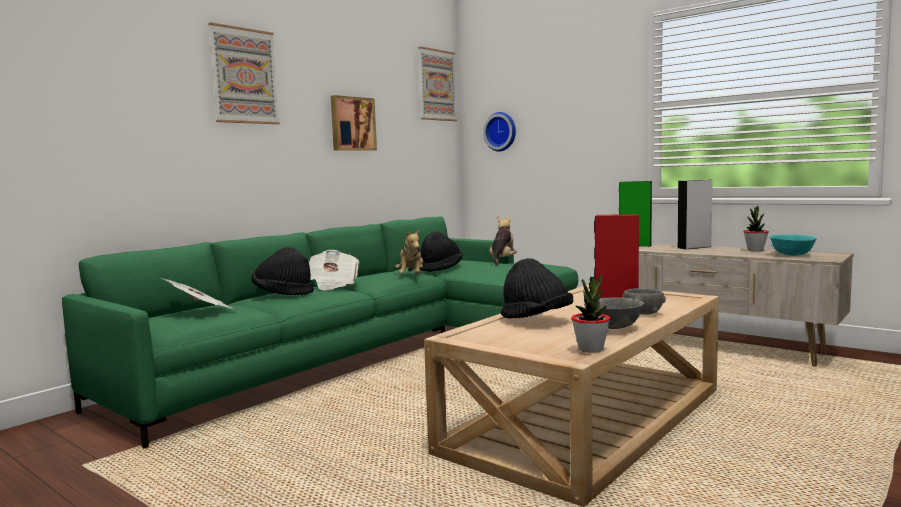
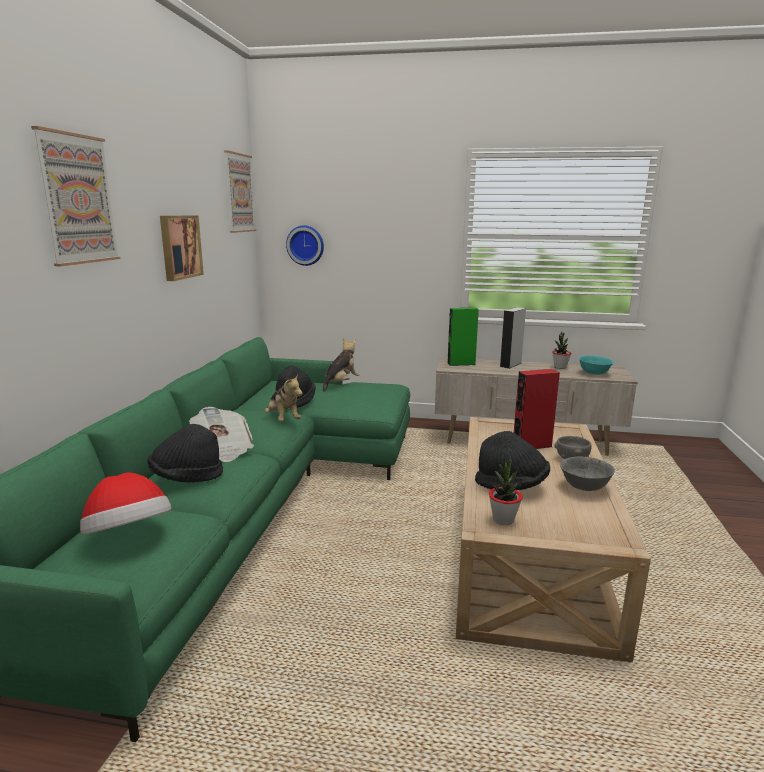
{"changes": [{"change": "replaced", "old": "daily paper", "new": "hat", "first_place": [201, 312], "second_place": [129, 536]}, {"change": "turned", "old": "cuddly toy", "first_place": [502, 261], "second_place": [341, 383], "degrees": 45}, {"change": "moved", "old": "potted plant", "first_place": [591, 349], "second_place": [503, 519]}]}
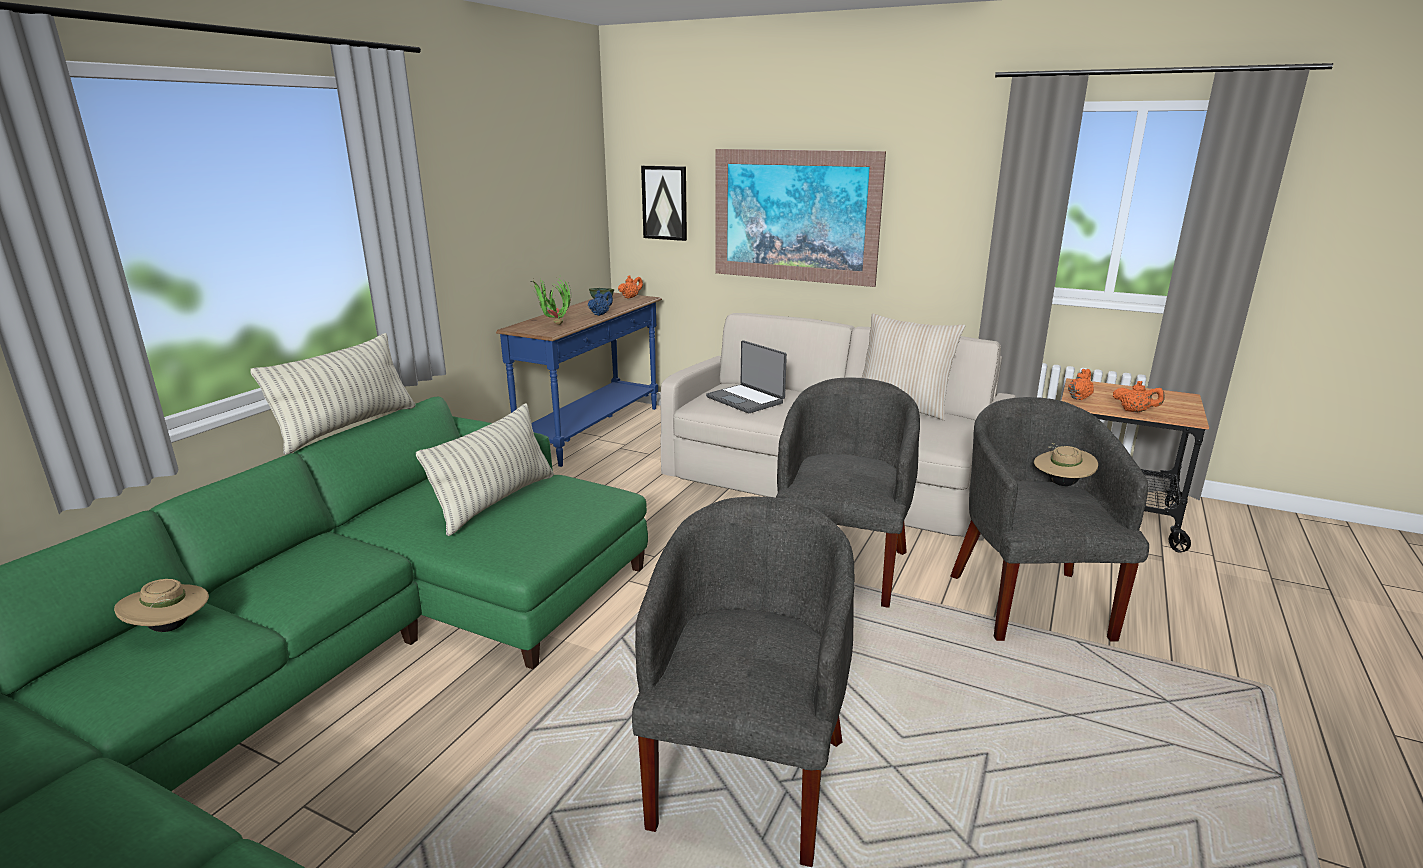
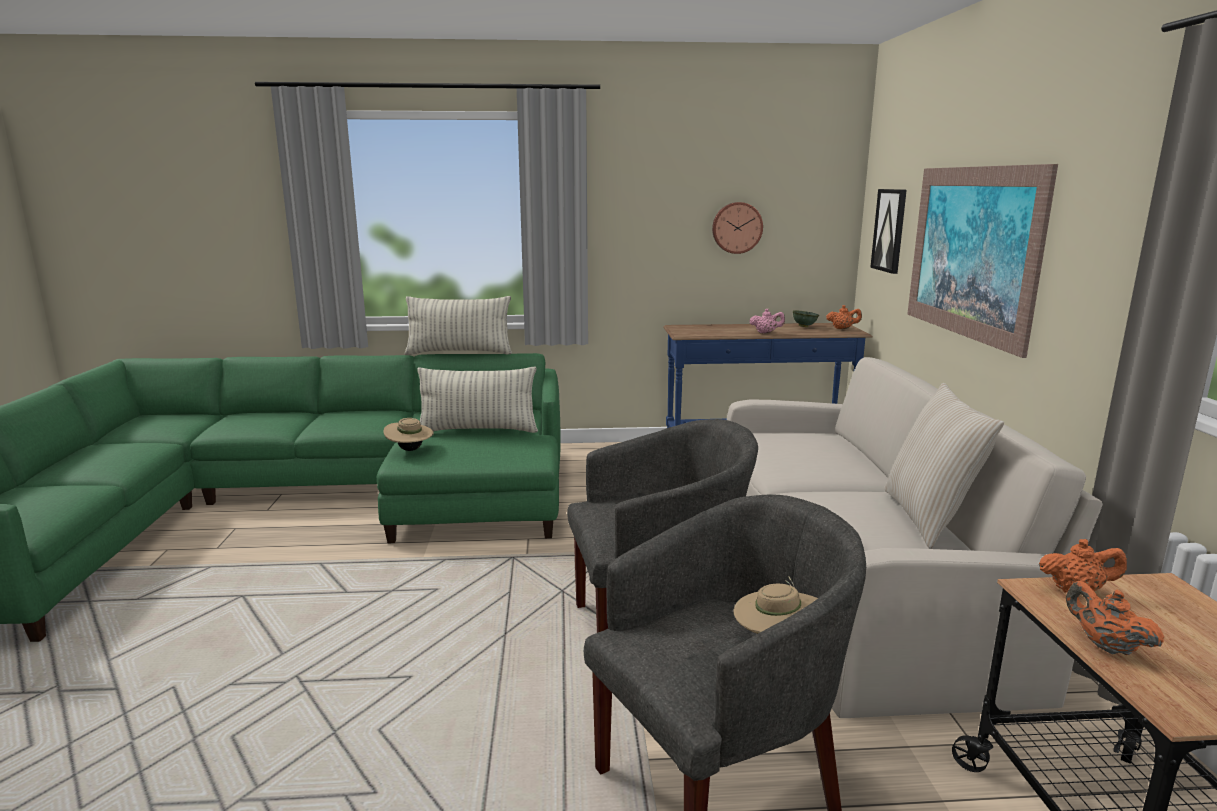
{"changes": [{"change": "moved", "old": "beige hat", "first_place": [171, 628], "second_place": [410, 450]}, {"change": "added", "new": "clock on the wall", "second_place": [736, 227]}, {"change": "recoloured", "old": "blue-coloured teapot", "new": "pinkish teapot", "first_place": [600, 314], "second_place": [766, 333]}, {"change": "turned", "old": "orangey teapot", "first_place": [1135, 411], "second_place": [1105, 646], "degrees": 150}, {"change": "removed", "old": "potted plant", "first_place": [553, 325]}, {"change": "removed", "old": "gray lounge chair", "first_place": [747, 774]}, {"change": "removed", "old": "portable computer", "first_place": [746, 400]}]}
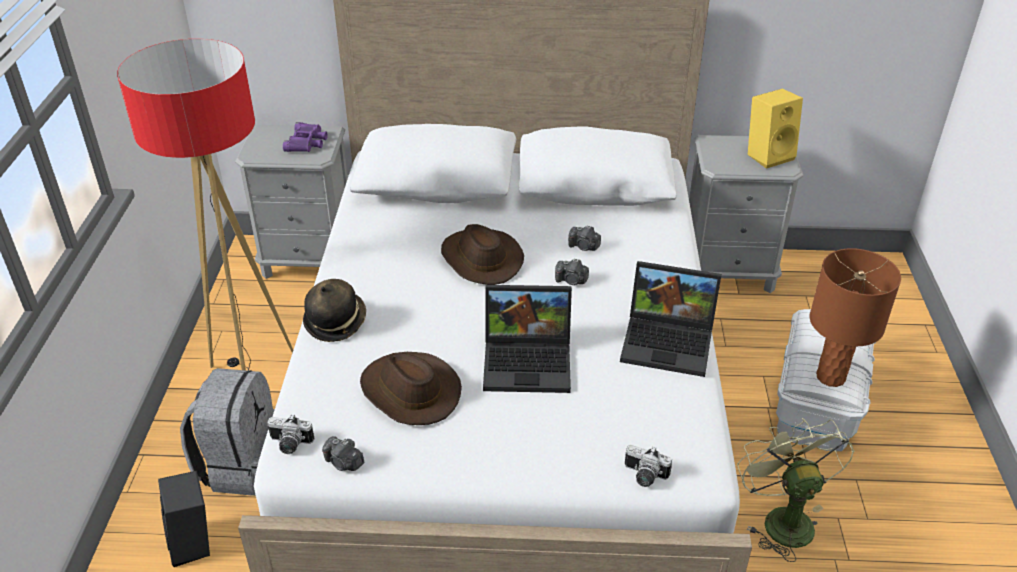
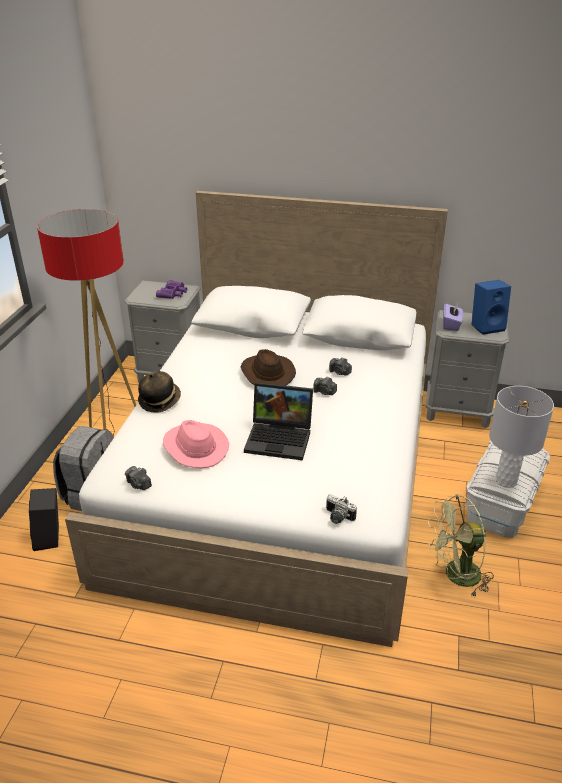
{"changes": [{"change": "recoloured", "old": "brown hat", "new": "pinkish hat", "first_place": [409, 392], "second_place": [194, 447]}, {"change": "turned", "old": "green cooling fan", "first_place": [782, 518], "second_place": [455, 576], "degrees": -105}, {"change": "added", "new": "purple tissue holder", "second_place": [451, 325]}, {"change": "recoloured", "old": "yellow-coloured speaker", "new": "blue-coloured speaker", "first_place": [769, 155], "second_place": [487, 326]}, {"change": "recoloured", "old": "brown table lamp", "new": "gray table lamp", "first_place": [830, 376], "second_place": [506, 480]}, {"change": "removed", "old": "still camera", "first_place": [289, 444]}, {"change": "removed", "old": "portable computer", "first_place": [670, 342]}]}
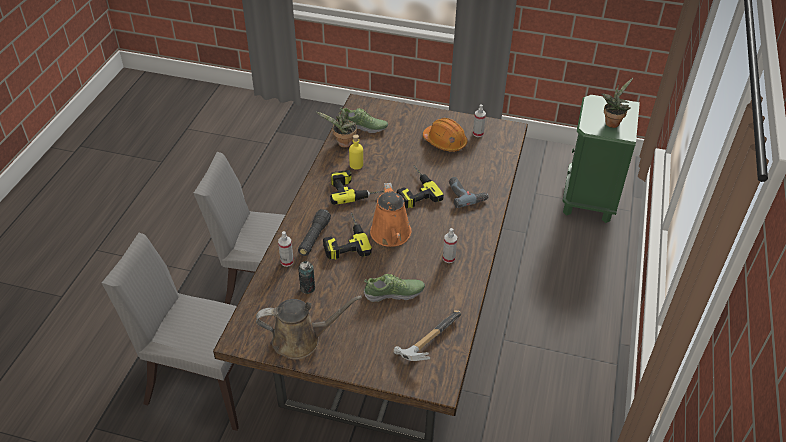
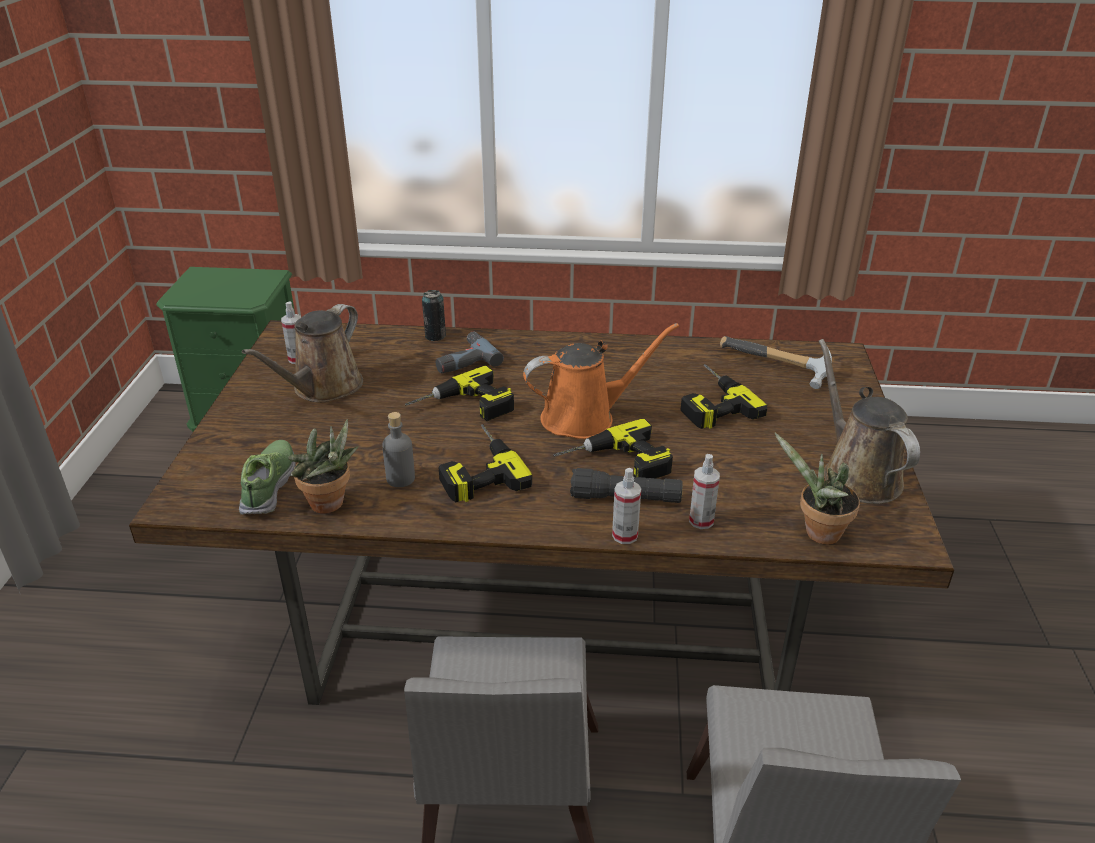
{"changes": [{"change": "replaced", "old": "orangey safety helmet", "new": "brown sprinkling can", "first_place": [445, 142], "second_place": [323, 388]}, {"change": "recoloured", "old": "yellow-coloured beverage bottle", "new": "gray beverage bottle", "first_place": [356, 165], "second_place": [400, 478]}, {"change": "moved", "old": "metal can", "first_place": [307, 288], "second_place": [435, 336]}, {"change": "moved", "old": "spray bottle", "first_place": [449, 258], "second_place": [625, 535]}, {"change": "replaced", "old": "item of footwear", "new": "drill", "first_place": [394, 293], "second_place": [709, 402]}, {"change": "moved", "old": "potted plant", "first_place": [612, 122], "second_place": [817, 533]}]}
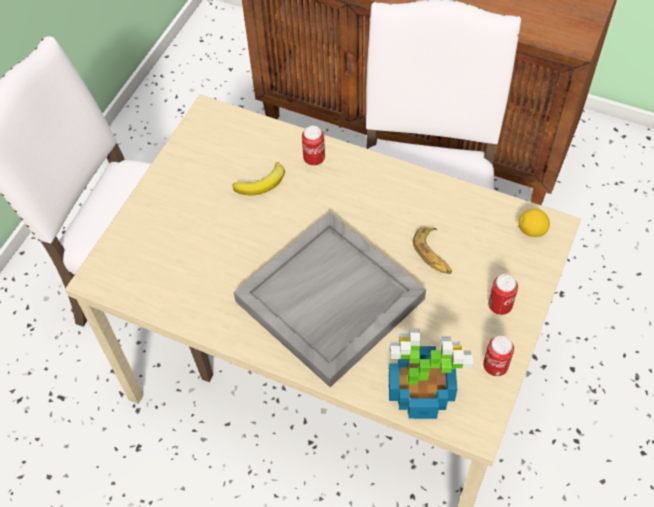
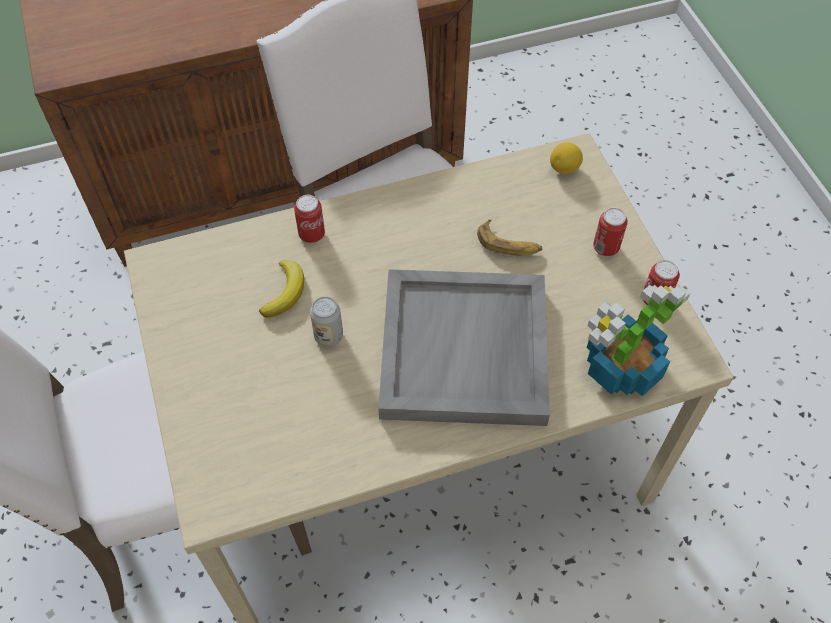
{"changes": [{"change": "added", "new": "metal can", "second_place": [328, 336]}]}
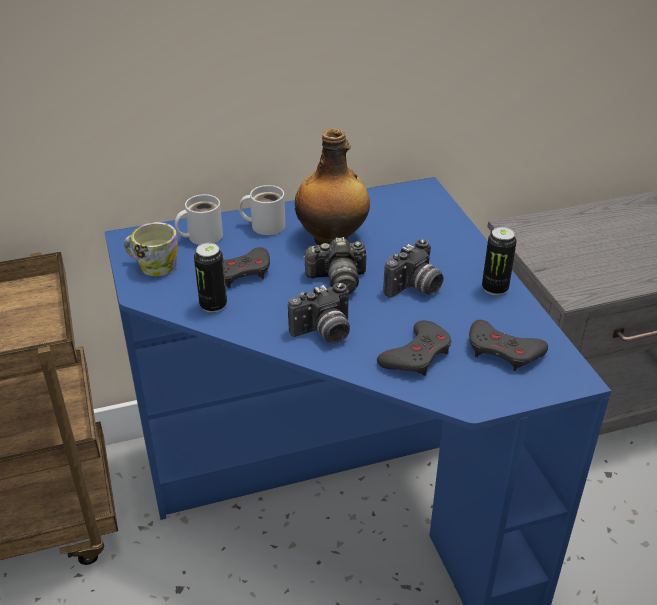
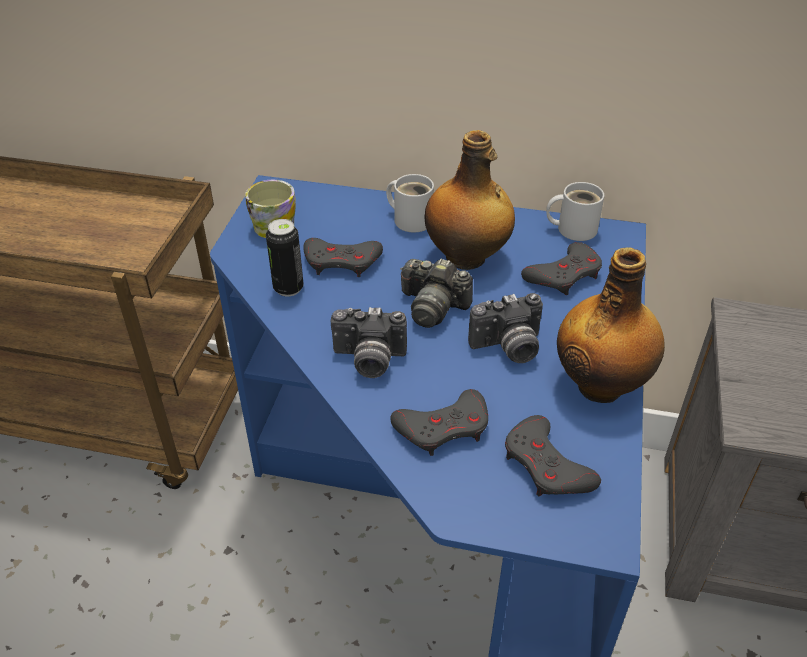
{"changes": [{"change": "added", "new": "gray game controller", "second_place": [564, 275]}, {"change": "moved", "old": "white mug", "first_place": [201, 236], "second_place": [573, 228]}, {"change": "replaced", "old": "metal can", "new": "beverage bottle", "first_place": [495, 288], "second_place": [601, 385]}]}
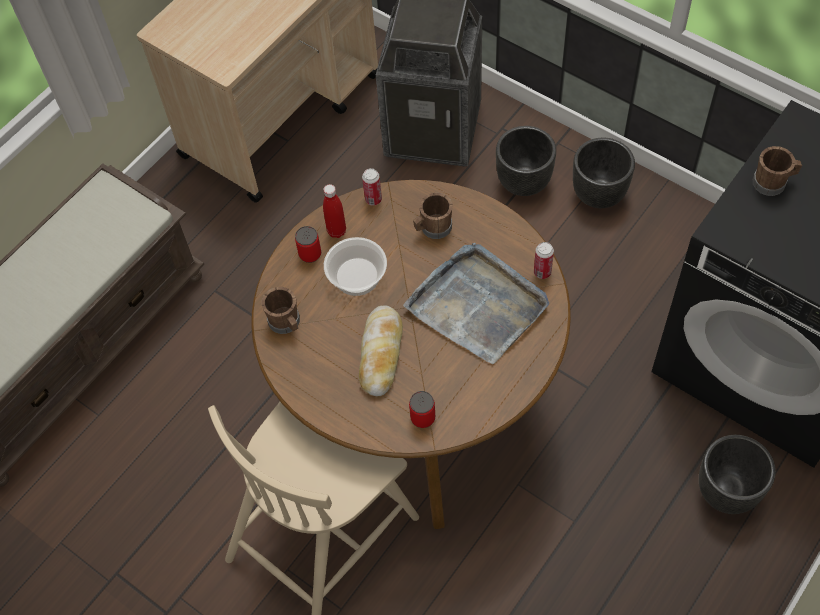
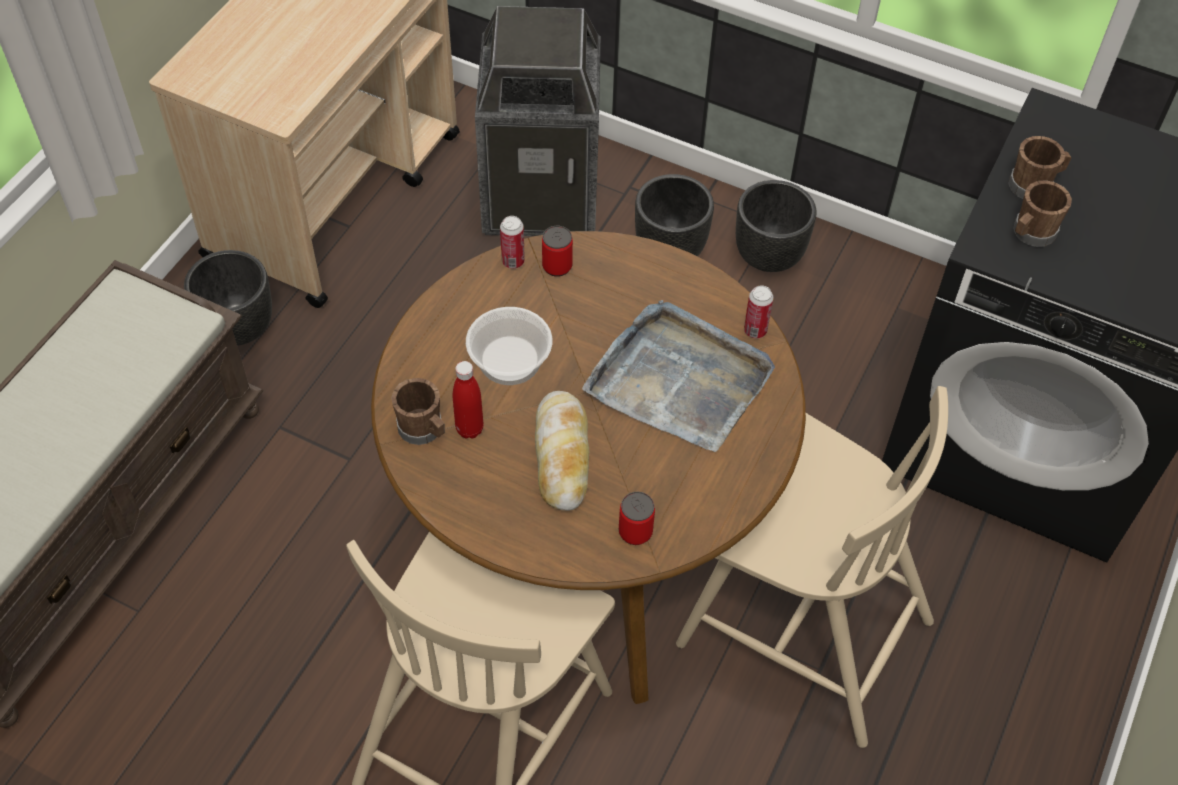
{"changes": [{"change": "moved", "old": "blackish plant pot", "first_place": [727, 491], "second_place": [239, 328]}, {"change": "moved", "old": "reddish beverage bottle", "first_place": [336, 231], "second_place": [469, 429]}, {"change": "moved", "old": "metal can", "first_place": [310, 254], "second_place": [557, 266]}, {"change": "added", "new": "beige chair", "second_place": [800, 629]}, {"change": "moved", "old": "brown mug", "first_place": [433, 228], "second_place": [1031, 234]}]}
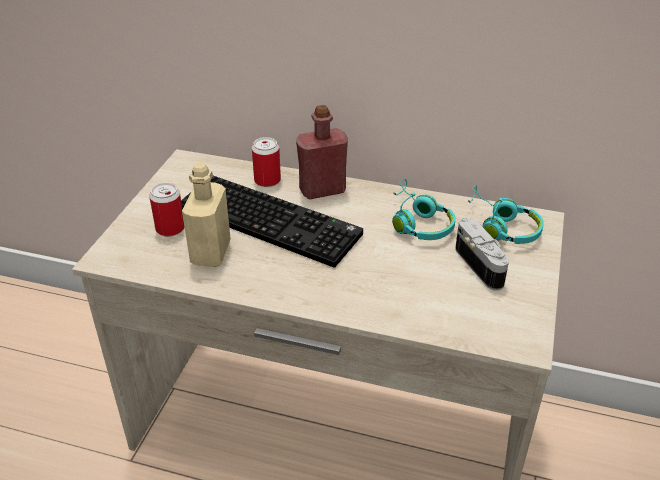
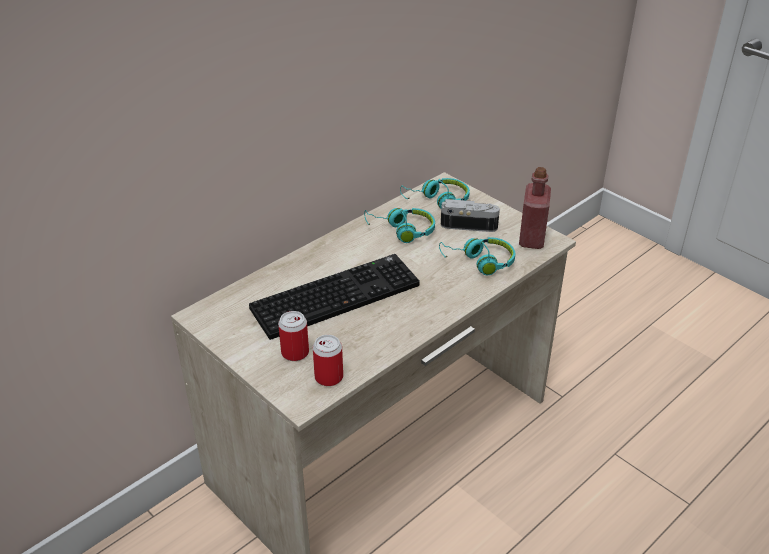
{"changes": [{"change": "moved", "old": "metal can", "first_place": [267, 180], "second_place": [329, 377]}, {"change": "added", "new": "turquoise headset", "second_place": [479, 262]}, {"change": "moved", "old": "reddish beverage bottle", "first_place": [322, 190], "second_place": [531, 238]}, {"change": "removed", "old": "beige beverage bottle", "first_place": [211, 253]}]}
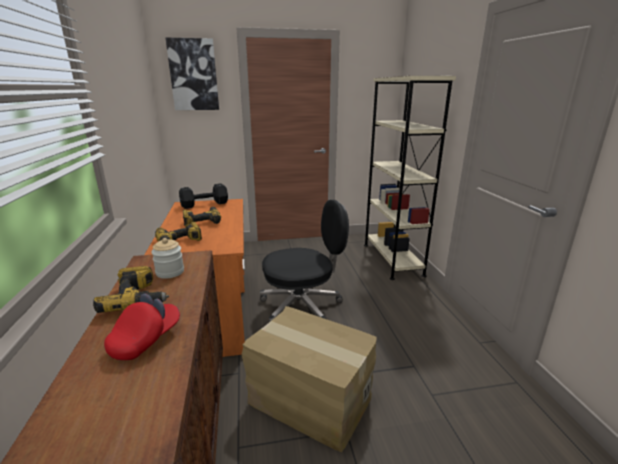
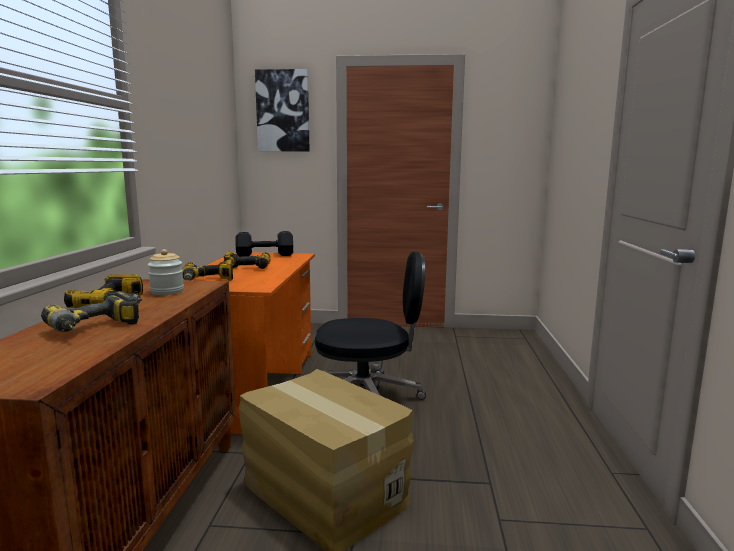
{"changes": [{"change": "replaced", "old": "reddish cap", "new": "drill", "first_place": [146, 339], "second_place": [95, 329]}, {"change": "removed", "old": "beige shelving unit", "first_place": [392, 259]}]}
